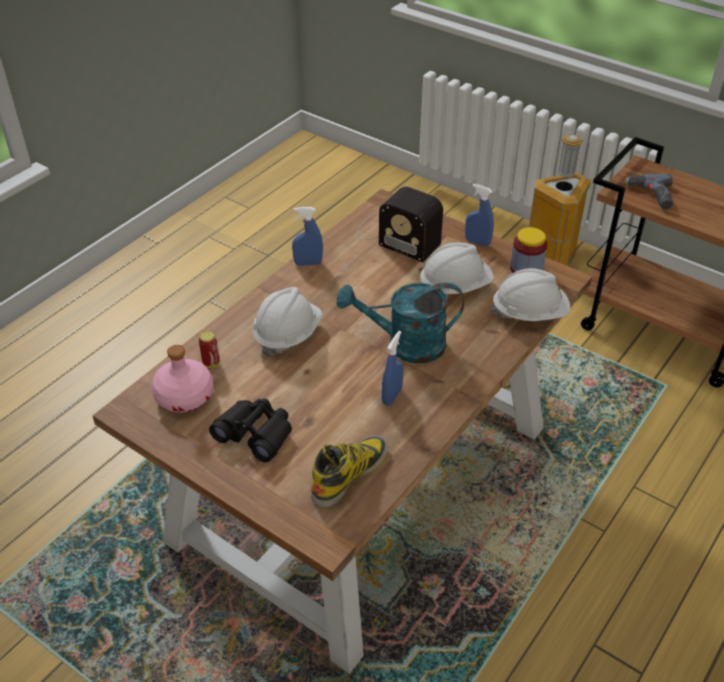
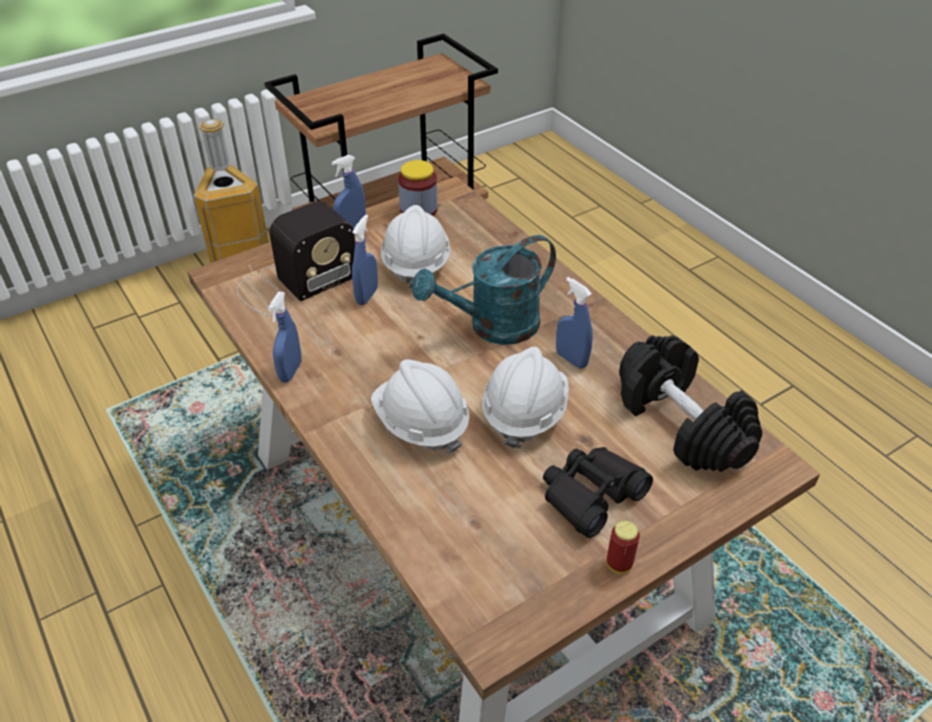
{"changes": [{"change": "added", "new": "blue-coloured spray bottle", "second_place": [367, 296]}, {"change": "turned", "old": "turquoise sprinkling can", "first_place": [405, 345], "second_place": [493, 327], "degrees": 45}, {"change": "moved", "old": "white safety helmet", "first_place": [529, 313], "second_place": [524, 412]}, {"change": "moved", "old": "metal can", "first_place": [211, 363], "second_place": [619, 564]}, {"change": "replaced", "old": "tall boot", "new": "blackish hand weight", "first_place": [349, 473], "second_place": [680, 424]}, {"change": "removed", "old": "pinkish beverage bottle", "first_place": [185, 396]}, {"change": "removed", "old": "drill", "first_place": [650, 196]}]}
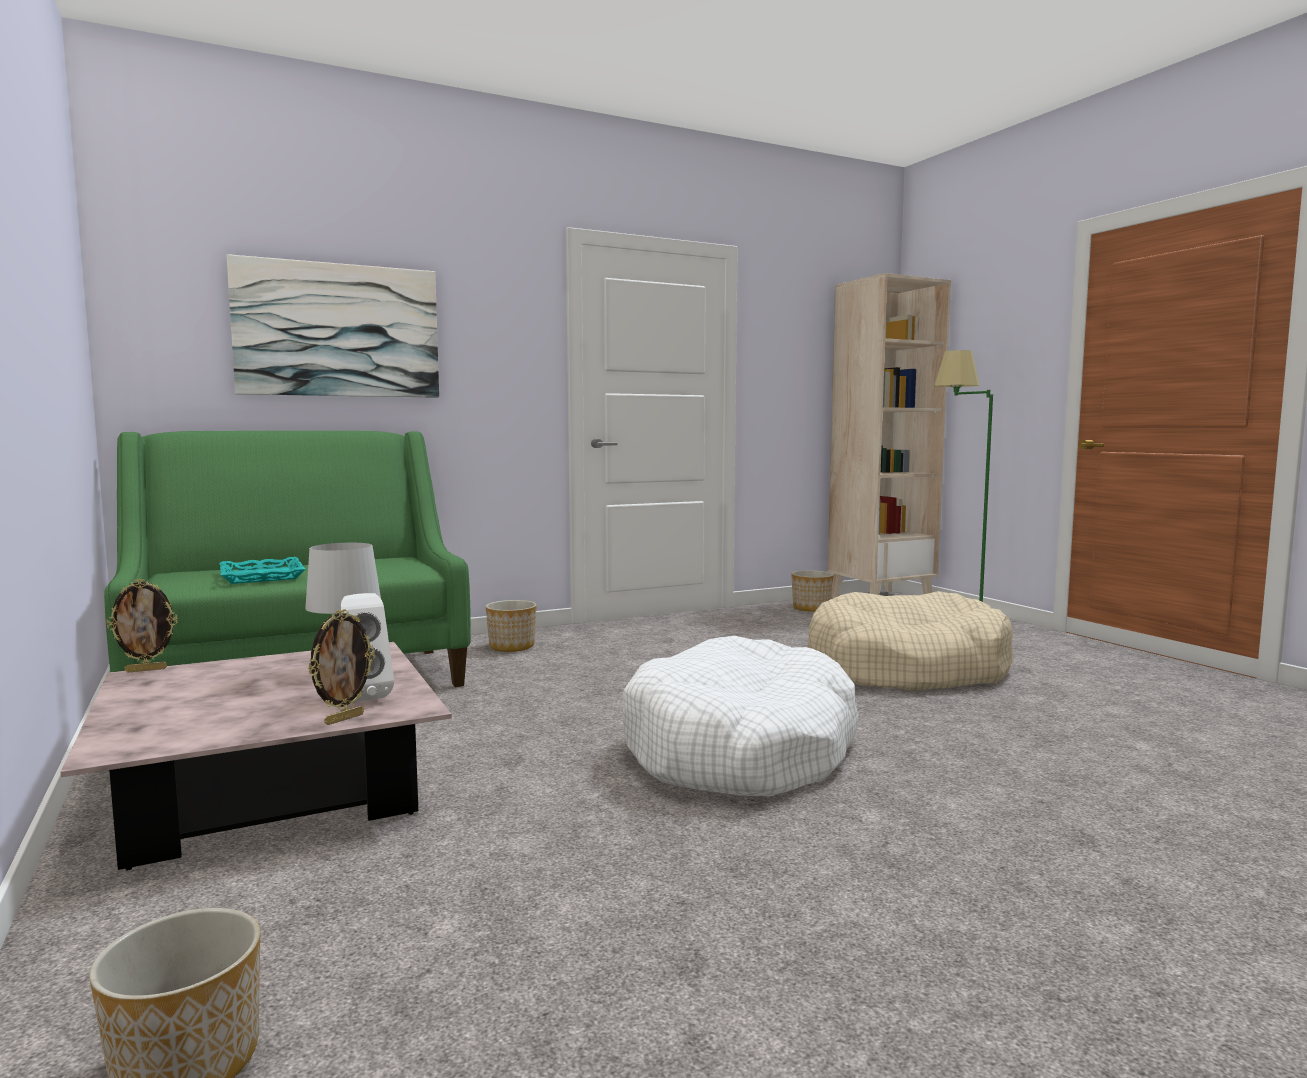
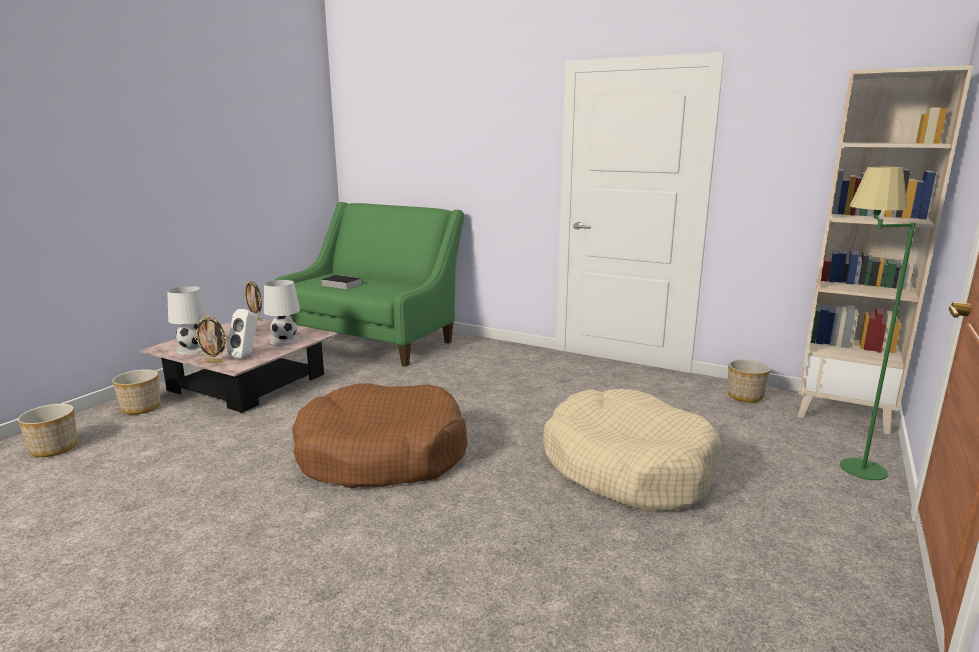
{"changes": [{"change": "moved", "old": "plant pot", "first_place": [511, 646], "second_place": [141, 408]}, {"change": "added", "new": "white table lamp", "second_place": [192, 349]}, {"change": "recoloured", "old": "white pet bed", "new": "brown pet bed", "first_place": [740, 749], "second_place": [382, 454]}, {"change": "replaced", "old": "turquoise tray", "new": "bound book", "first_place": [263, 576], "second_place": [340, 284]}, {"change": "removed", "old": "wall picture", "first_place": [338, 330]}]}
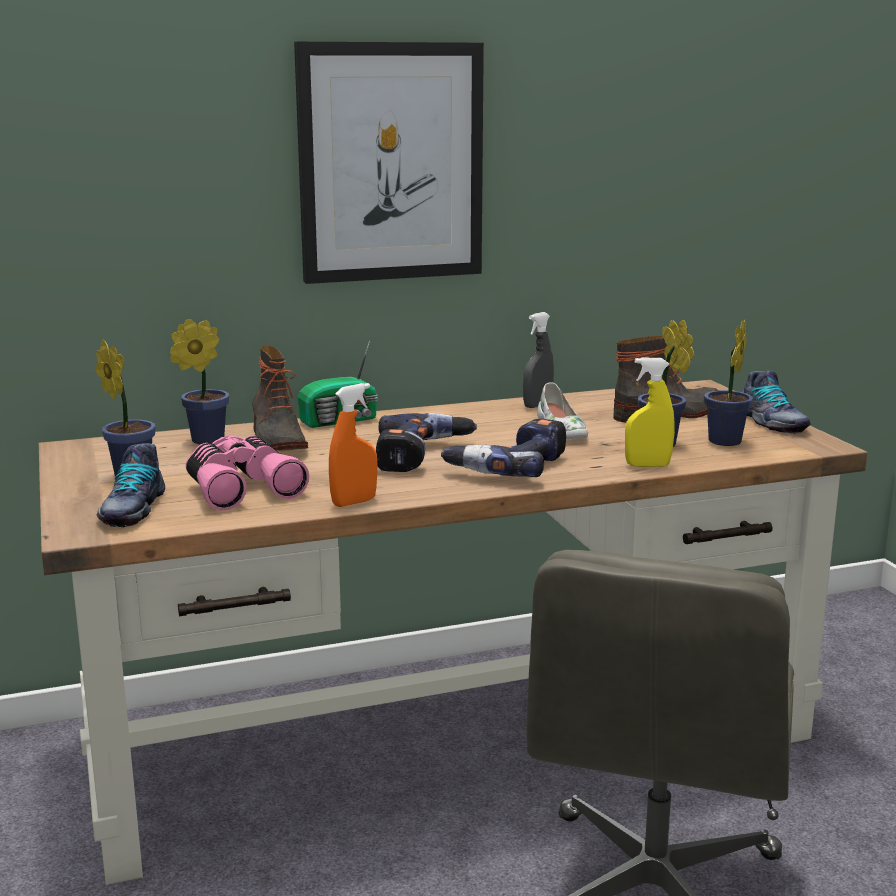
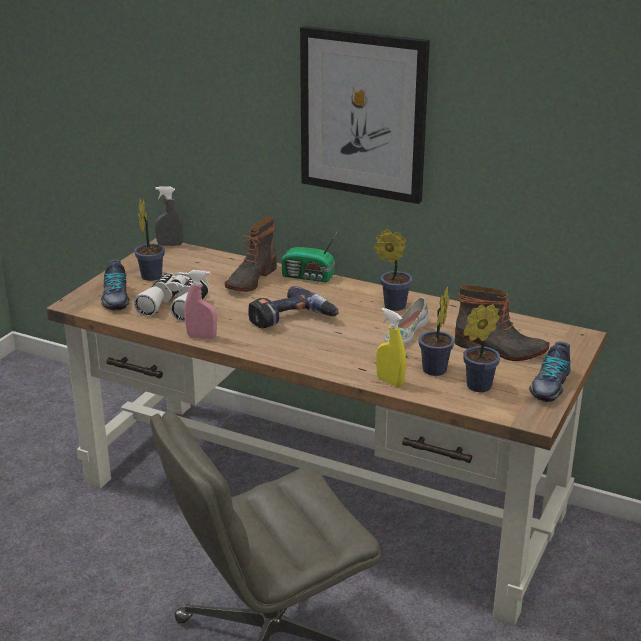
{"changes": [{"change": "turned", "old": "item of footwear", "first_place": [131, 508], "second_place": [115, 298], "degrees": -60}, {"change": "recoloured", "old": "pinkish binoculars", "new": "white binoculars", "first_place": [242, 488], "second_place": [176, 305]}, {"change": "moved", "old": "gray spray bottle", "first_place": [537, 405], "second_place": [170, 245]}, {"change": "recoloured", "old": "orangey spray bottle", "new": "pinkish spray bottle", "first_place": [354, 502], "second_place": [202, 337]}, {"change": "moved", "old": "potted plant", "first_place": [203, 441], "second_place": [392, 305]}, {"change": "removed", "old": "drill", "first_place": [509, 466]}]}
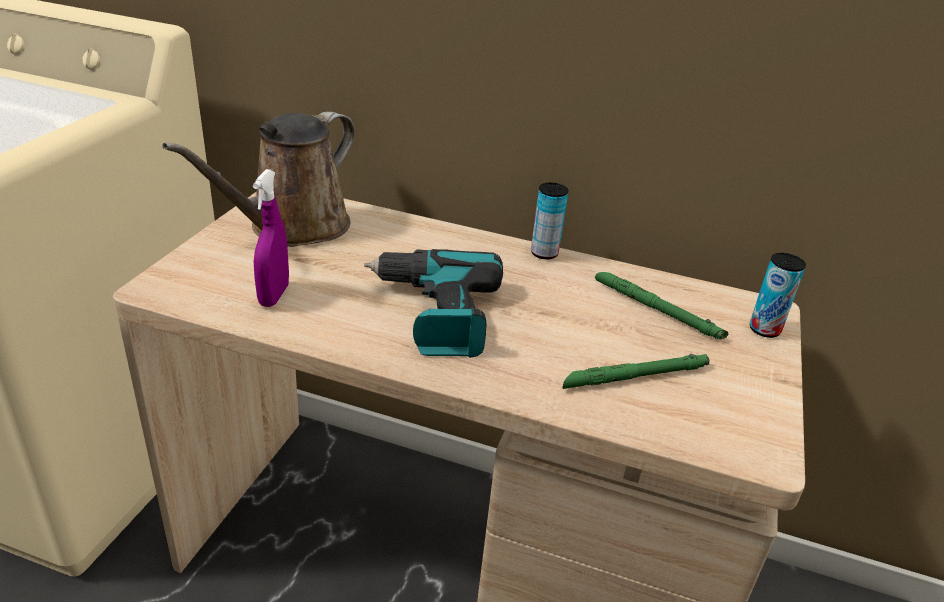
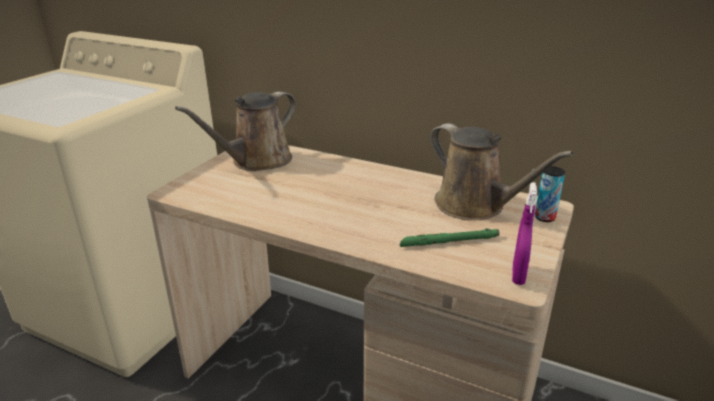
{"changes": [{"change": "replaced", "old": "green torch", "new": "brown sprinkling can", "first_place": [657, 310], "second_place": [474, 206]}, {"change": "moved", "old": "purple spray bottle", "first_place": [274, 295], "second_place": [518, 275]}, {"change": "removed", "old": "drill", "first_place": [434, 315]}, {"change": "removed", "old": "metal can", "first_place": [544, 253]}]}
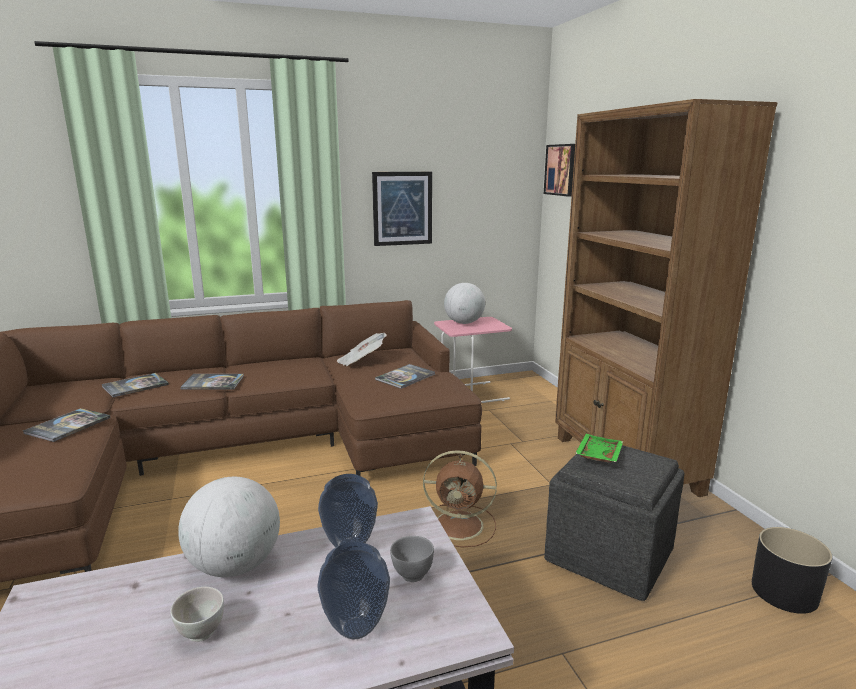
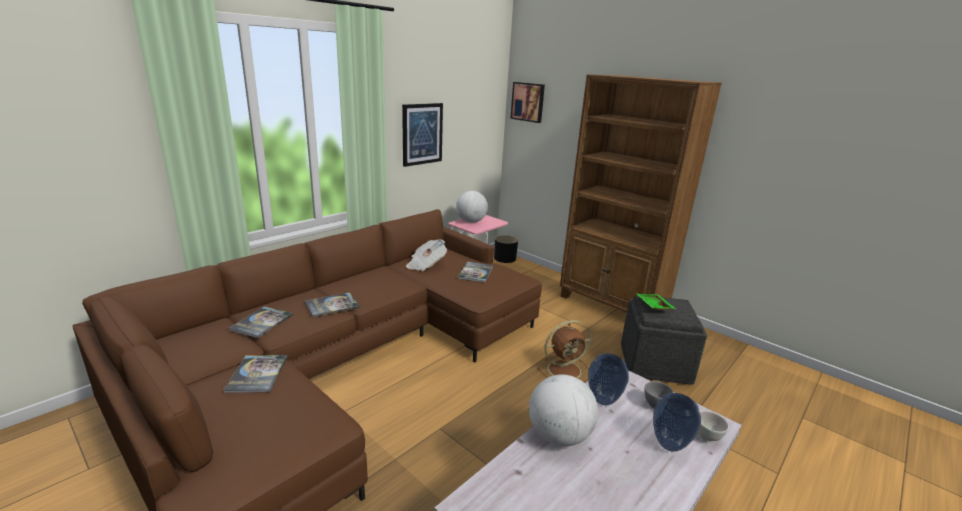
{"changes": [{"change": "moved", "old": "blackish plant pot", "first_place": [784, 592], "second_place": [505, 258]}, {"change": "moved", "old": "white bowl", "first_place": [201, 633], "second_place": [707, 437]}]}
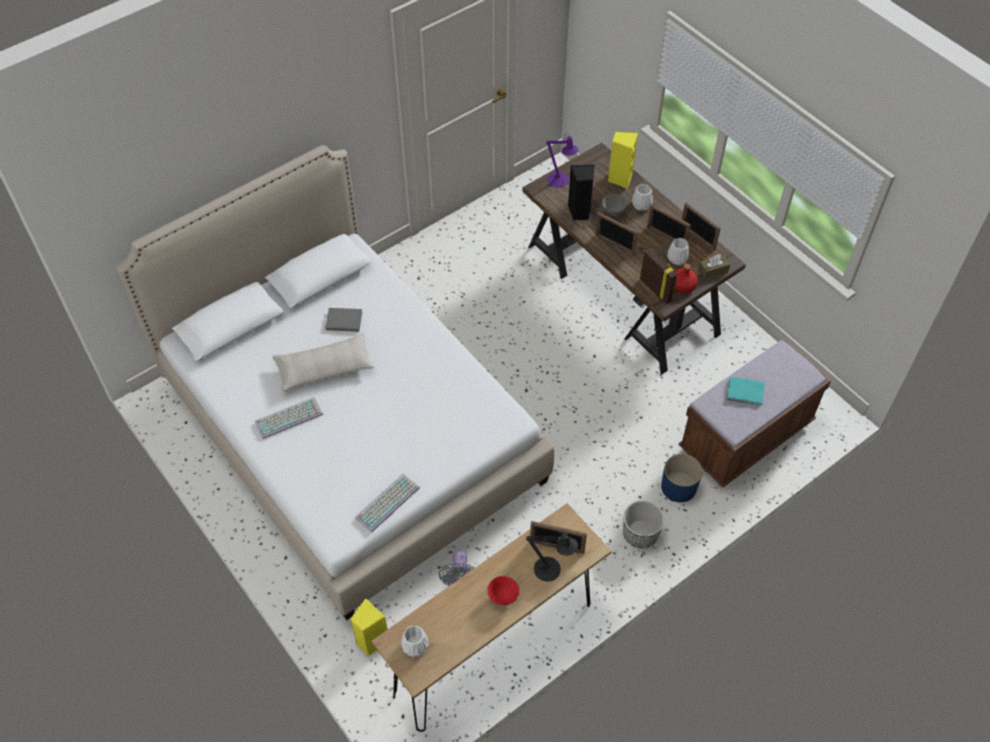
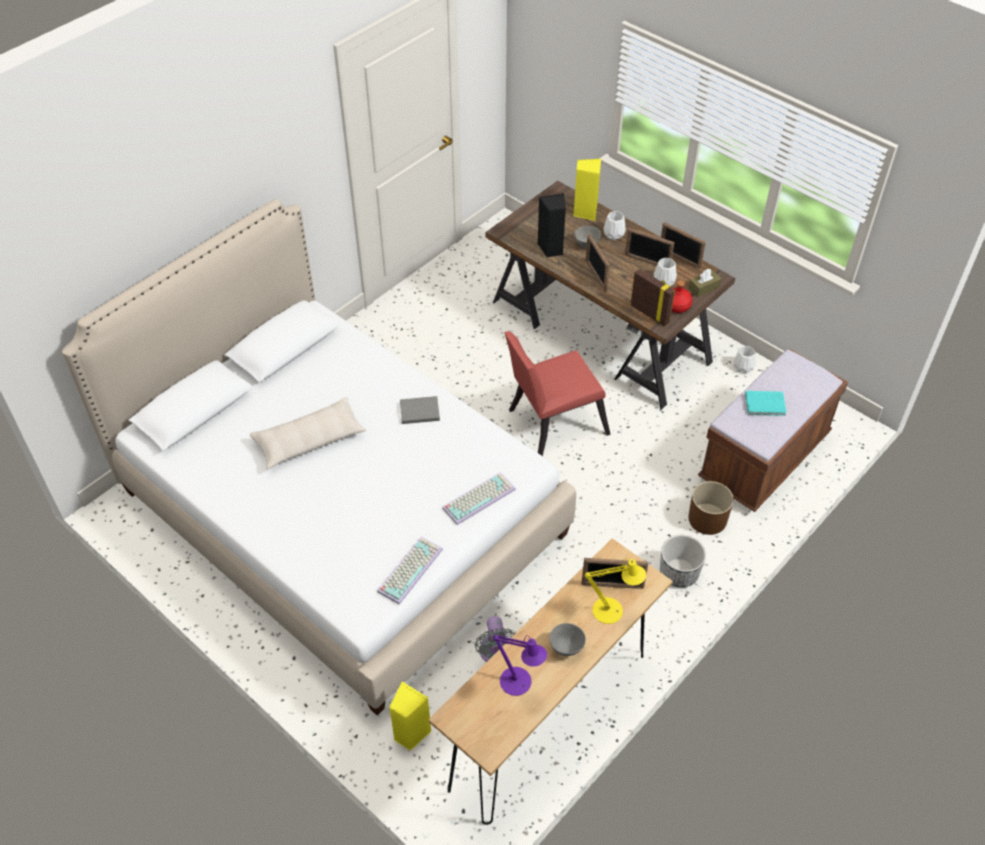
{"changes": [{"change": "moved", "old": "gray bound book", "first_place": [343, 320], "second_place": [418, 411]}, {"change": "moved", "old": "keyboard", "first_place": [289, 417], "second_place": [479, 497]}, {"change": "moved", "old": "purple table lamp", "first_place": [560, 181], "second_place": [519, 684]}, {"change": "added", "new": "reddish chair", "second_place": [552, 423]}, {"change": "recoloured", "old": "reddish bowl", "new": "gray bowl", "first_place": [503, 597], "second_place": [566, 648]}, {"change": "turned", "old": "photo frame", "first_place": [614, 244], "second_place": [595, 275], "degrees": 45}, {"change": "recoloured", "old": "blackish table lamp", "new": "yellow-coloured table lamp", "first_place": [551, 570], "second_place": [612, 611]}, {"change": "recoloured", "old": "blue-coloured plant pot", "new": "brown plant pot", "first_place": [679, 487], "second_place": [707, 519]}, {"change": "moved", "old": "white flower vase", "first_place": [415, 645], "second_place": [743, 366]}]}
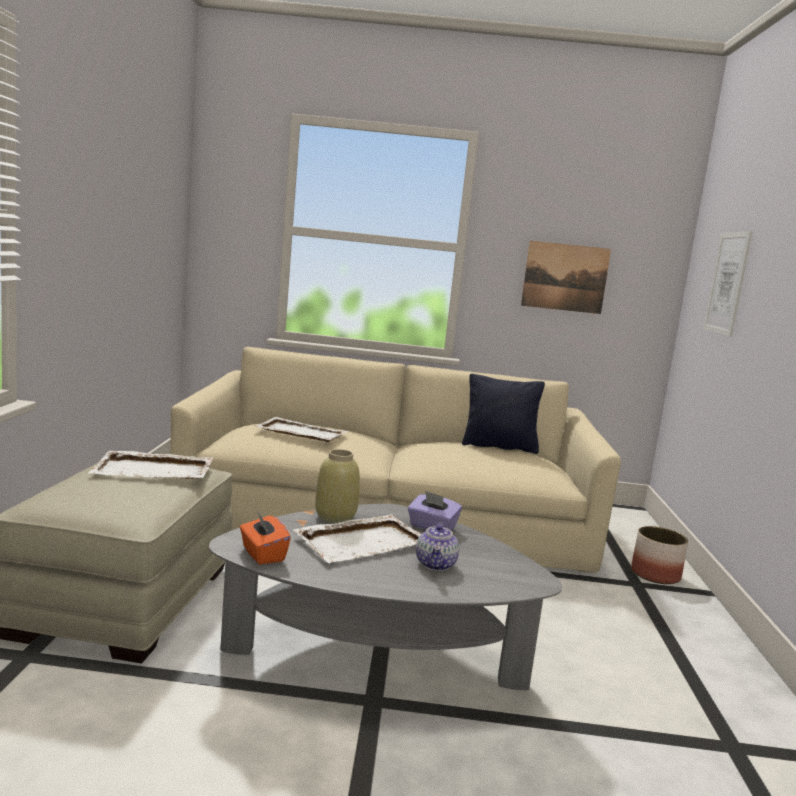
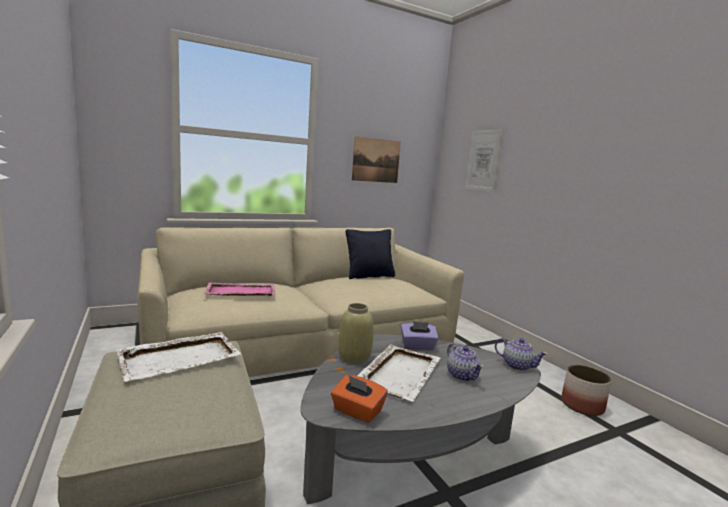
{"changes": [{"change": "recoloured", "old": "white tray", "new": "pinkish tray", "first_place": [300, 432], "second_place": [240, 292]}, {"change": "added", "new": "teapot", "second_place": [518, 366]}, {"change": "moved", "old": "plant pot", "first_place": [655, 575], "second_place": [582, 406]}]}
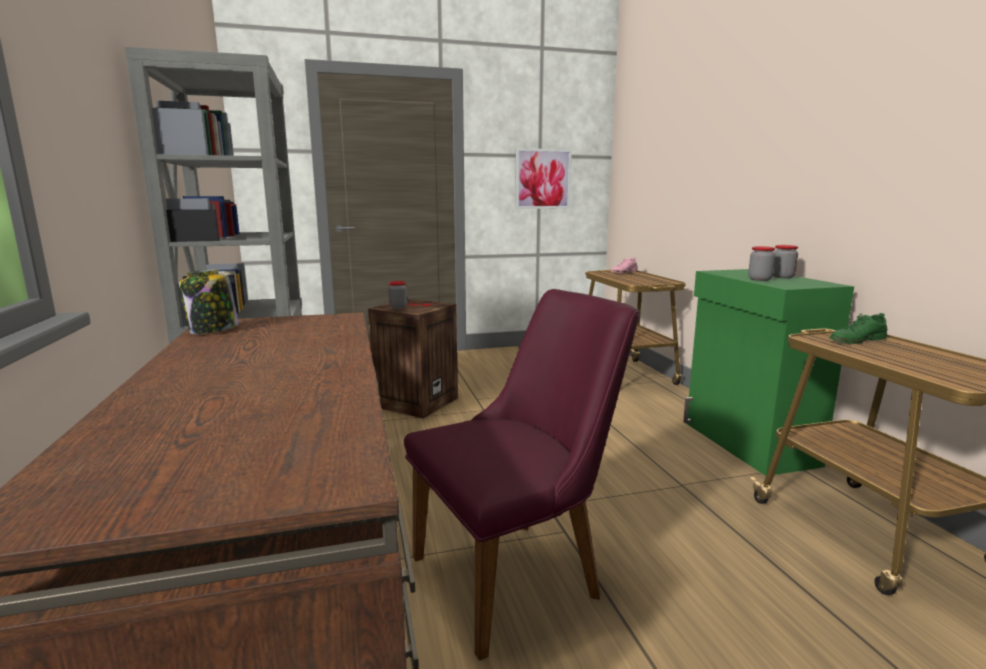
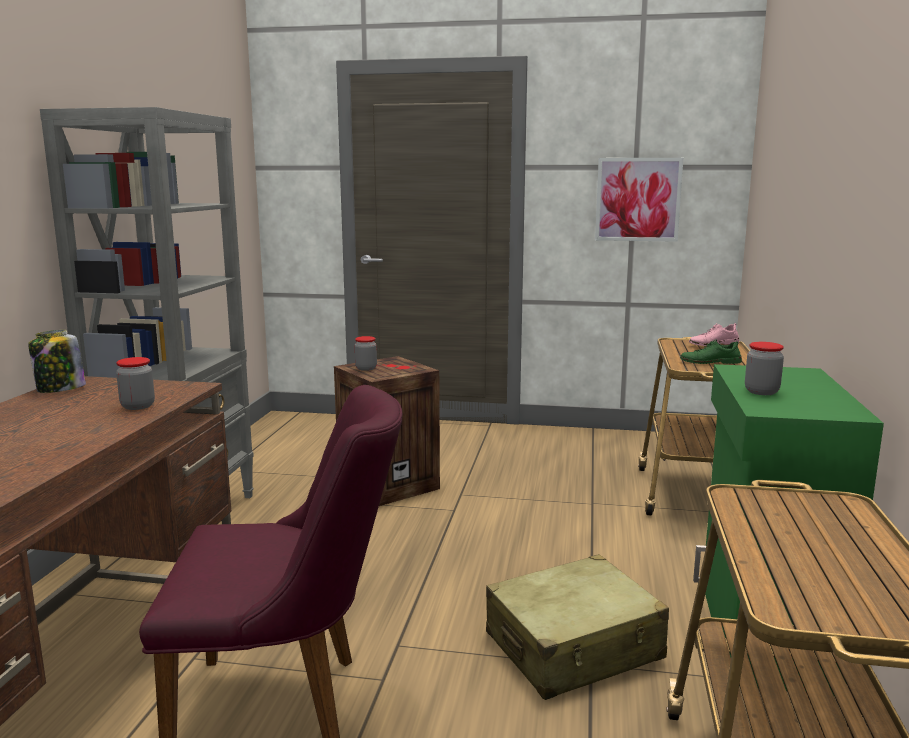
{"changes": [{"change": "moved", "old": "preserve jar", "first_place": [782, 277], "second_place": [138, 406]}, {"change": "added", "new": "beige travel case", "second_place": [574, 647]}, {"change": "moved", "old": "green item of footwear", "first_place": [856, 340], "second_place": [710, 362]}]}
